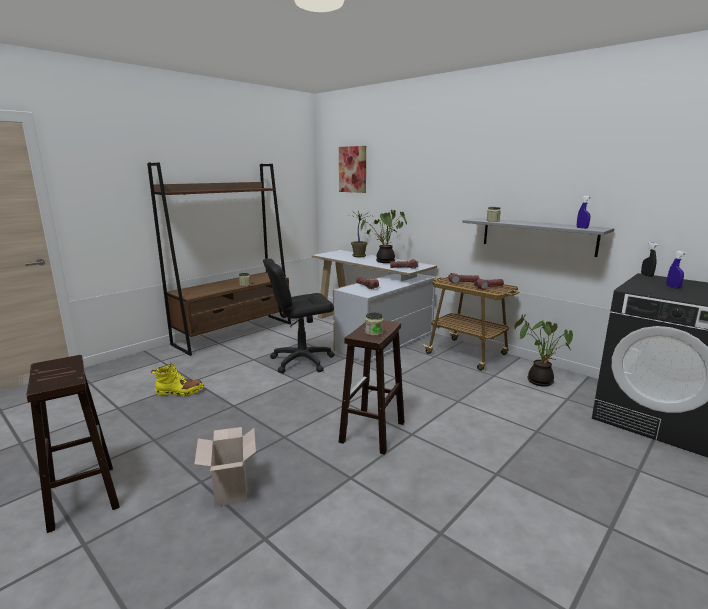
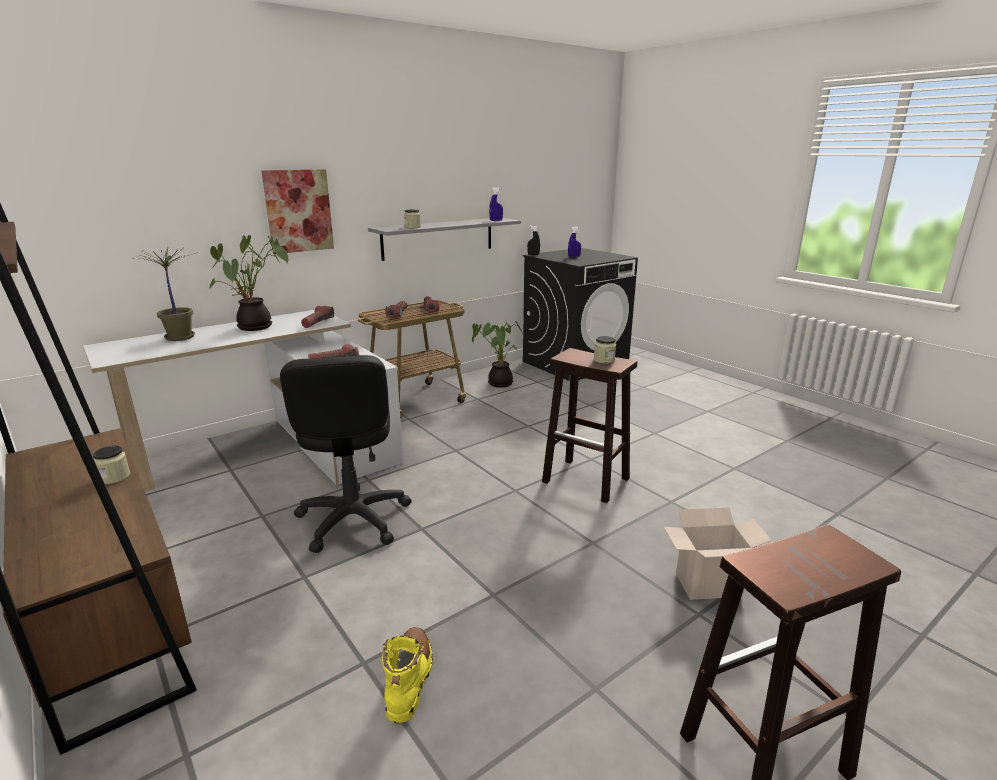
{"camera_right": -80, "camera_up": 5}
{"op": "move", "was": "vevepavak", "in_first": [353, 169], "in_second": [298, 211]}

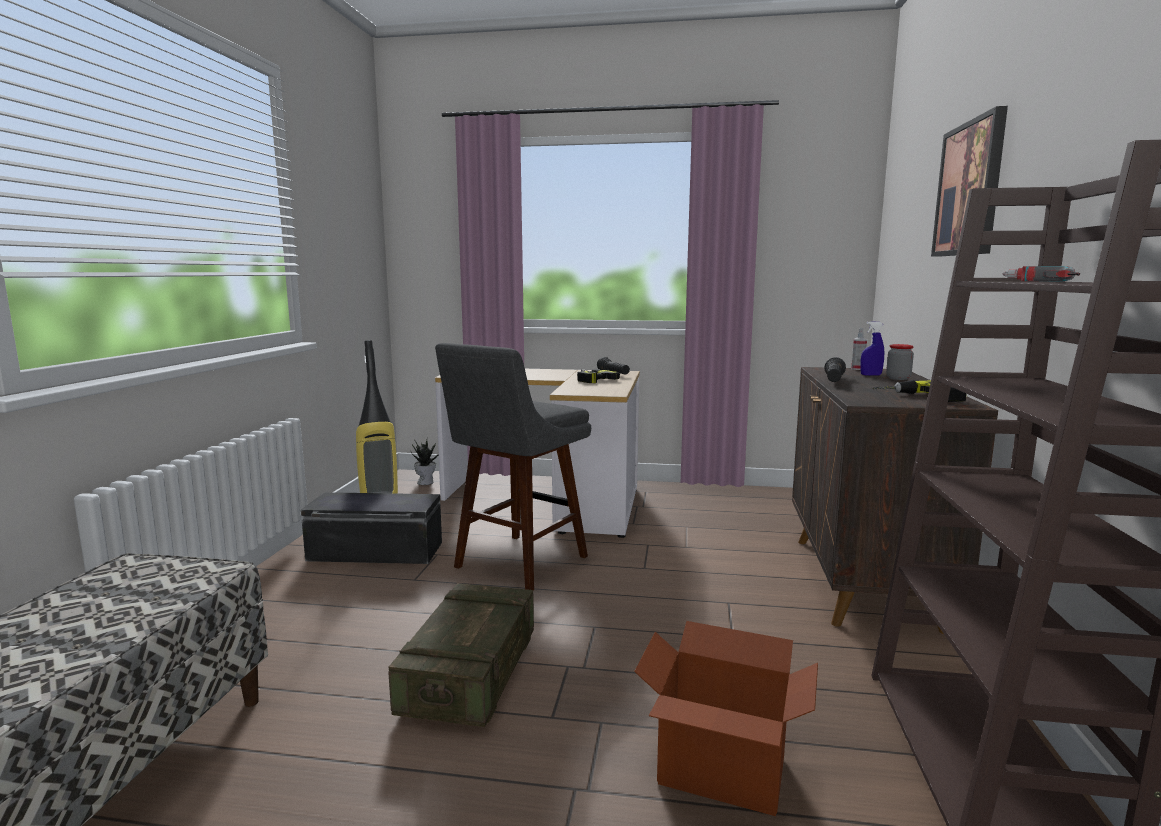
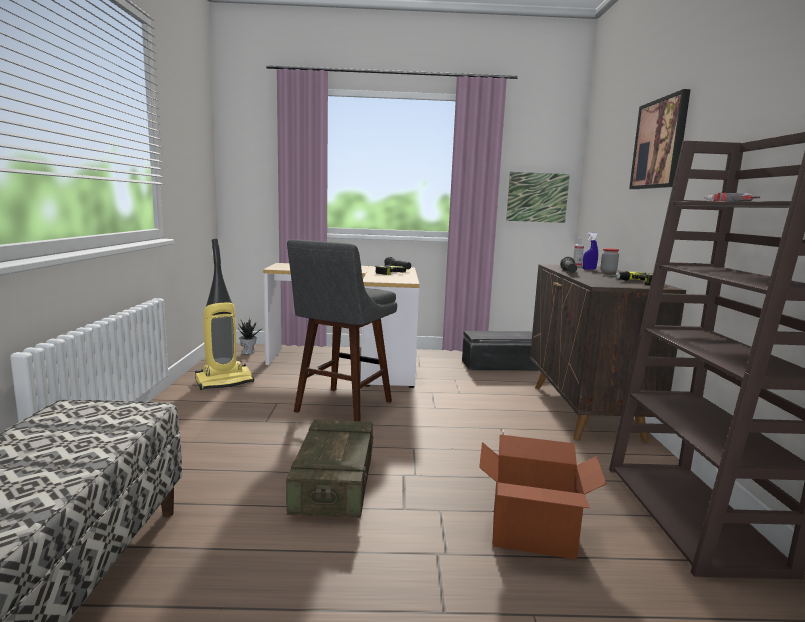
{"camera_right": -10, "camera_up": 0}
{"op": "move", "was": "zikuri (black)", "in_first": [375, 552], "in_second": [501, 365]}
{"op": "insert", "now": "vevepavak", "in_second": [537, 197]}

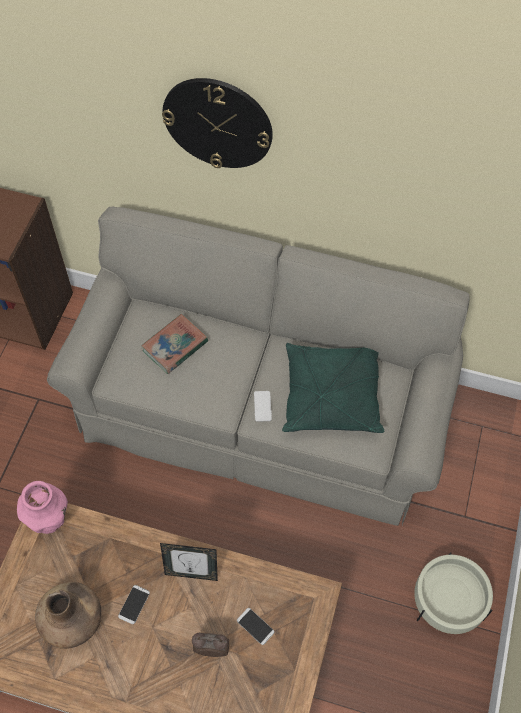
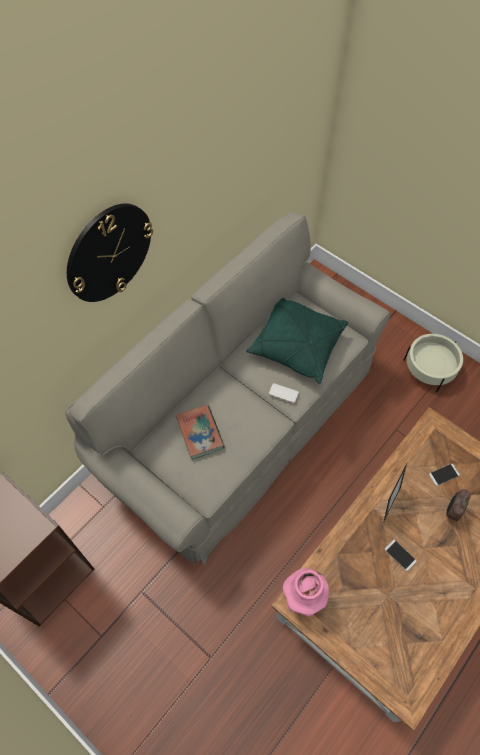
{"camera_right": -65, "camera_up": 0}
{"op": "delete", "was": "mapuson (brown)", "in_first": [73, 621]}

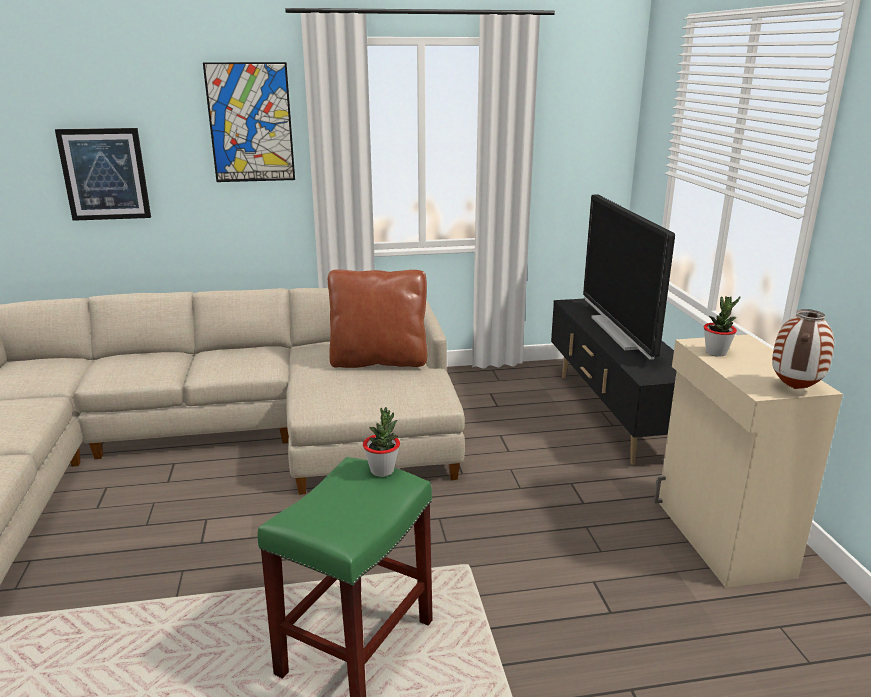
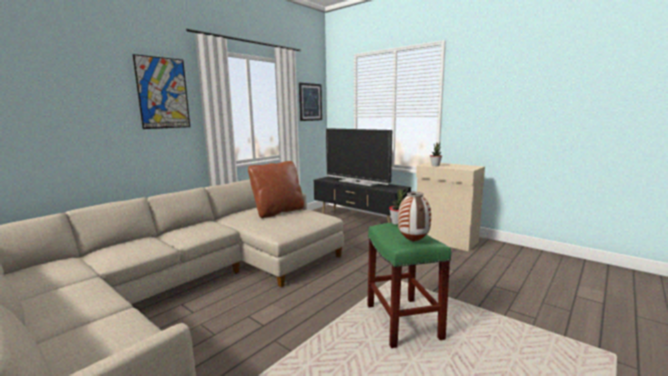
{"camera_right": -40, "camera_up": -10}
{"op": "move", "was": "vevepavak", "in_first": [105, 174], "in_second": [310, 102]}
{"op": "move", "was": "mapuson", "in_first": [794, 388], "in_second": [412, 241]}

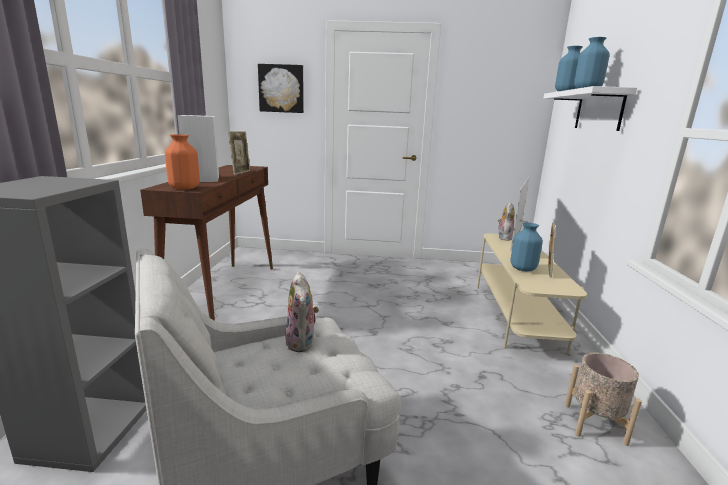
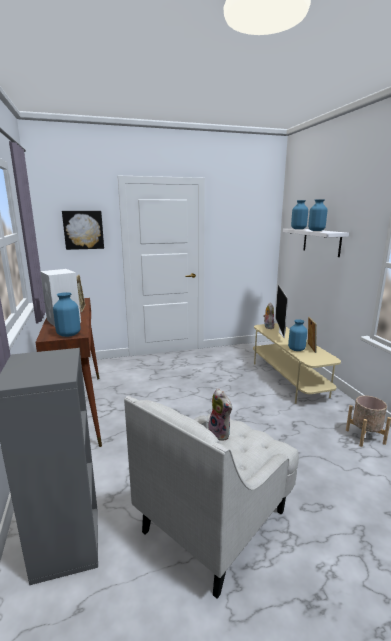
{"camera_right": -20, "camera_up": 0}
{"op": "recolor", "was": "mapuson (orange)", "now": "mapuson (blue)", "in_first": [184, 188], "in_second": [68, 334]}

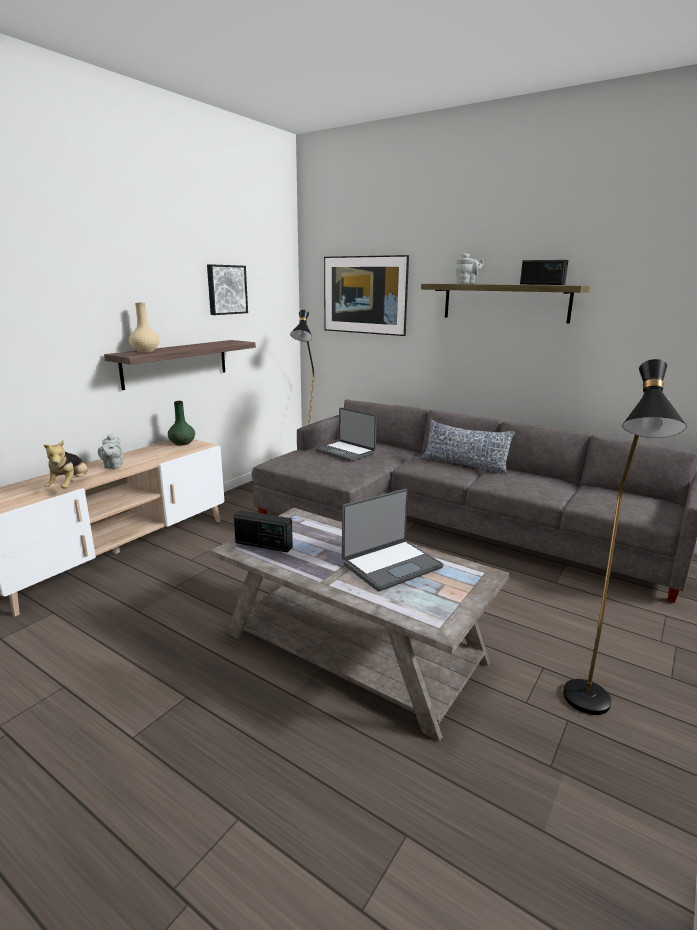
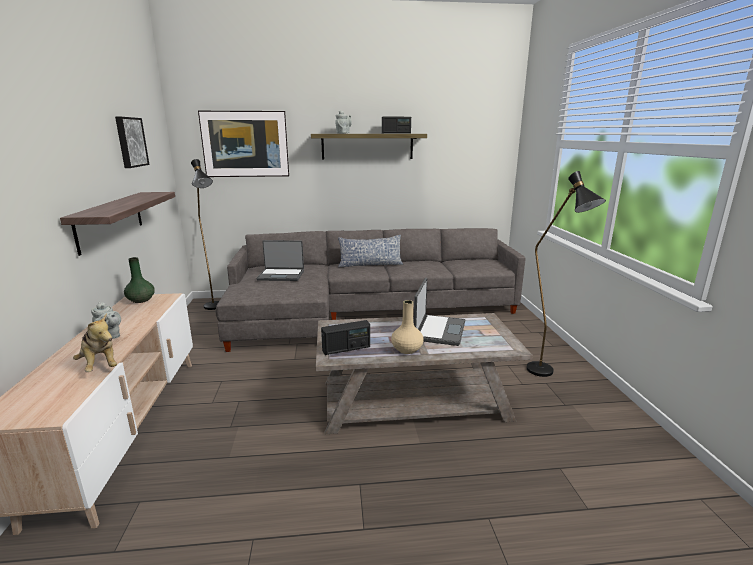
{"camera_right": -40, "camera_up": 0}
{"op": "move", "was": "mapuson (beige)", "in_first": [146, 351], "in_second": [407, 349]}

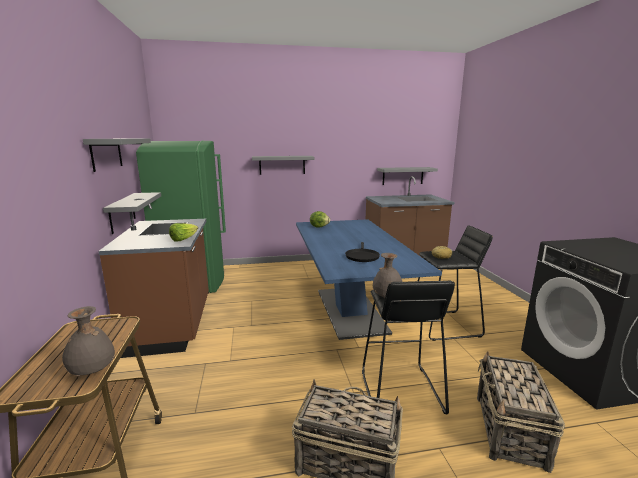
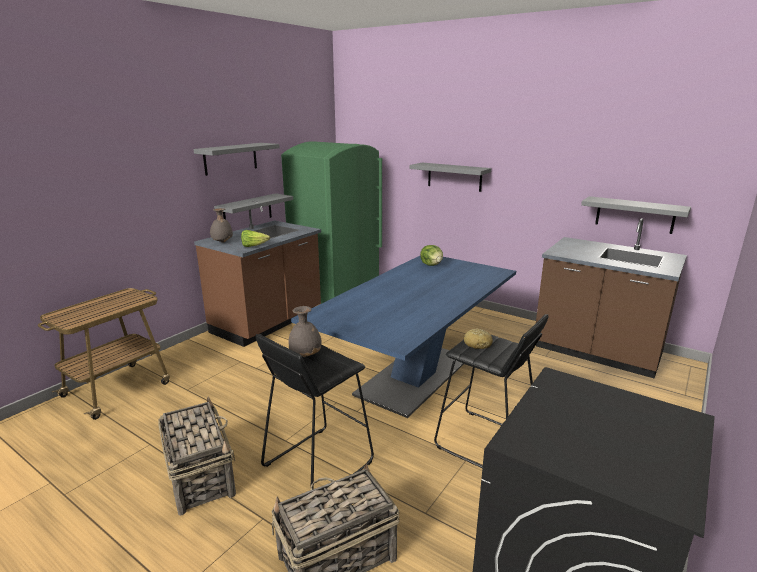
{"camera_right": 45, "camera_up": 5}
{"op": "move", "was": "mapuson (grey)", "in_first": [92, 372], "in_second": [222, 242]}
{"op": "delete", "was": "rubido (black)", "in_first": [362, 256]}

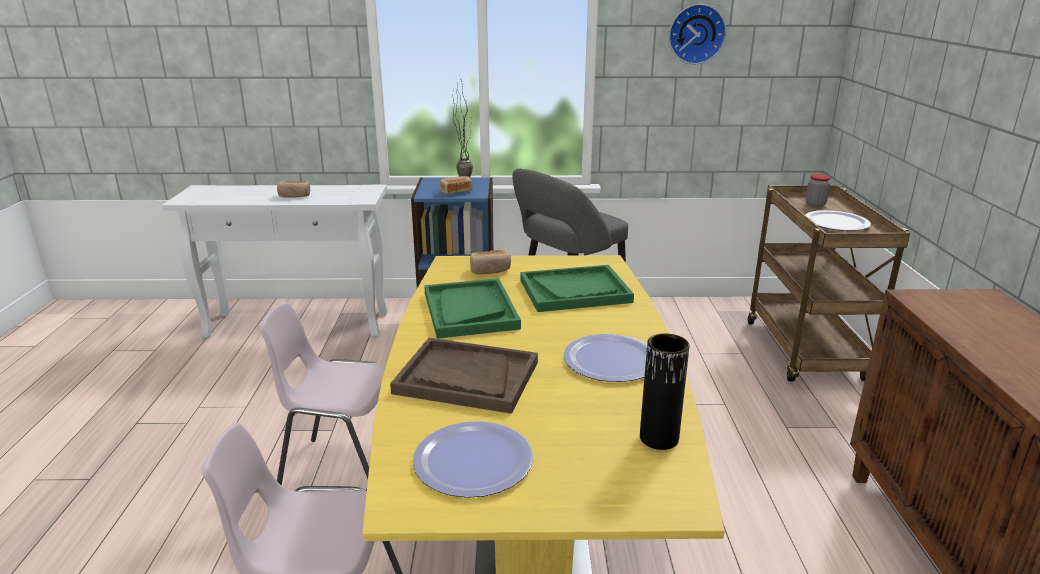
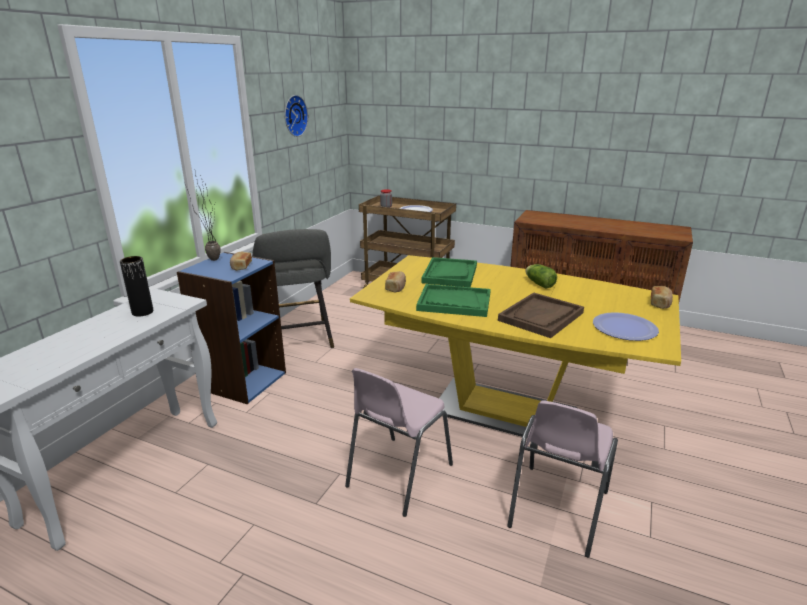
{"camera_right": -65, "camera_up": 0}
{"op": "move", "was": "mapuson (black)", "in_first": [659, 438], "in_second": [142, 312]}
{"op": "replace", "was": "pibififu", "now": "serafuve", "in_first": [610, 360], "in_second": [538, 283]}
{"op": "move", "was": "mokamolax", "in_first": [295, 195], "in_second": [660, 303]}

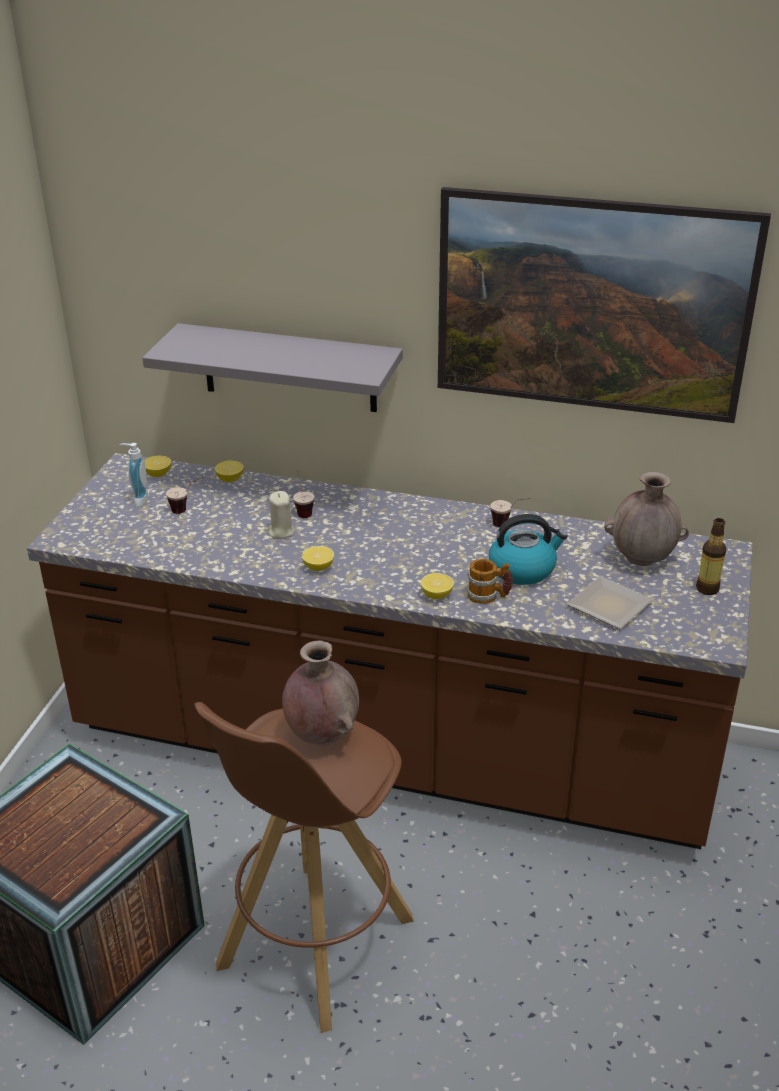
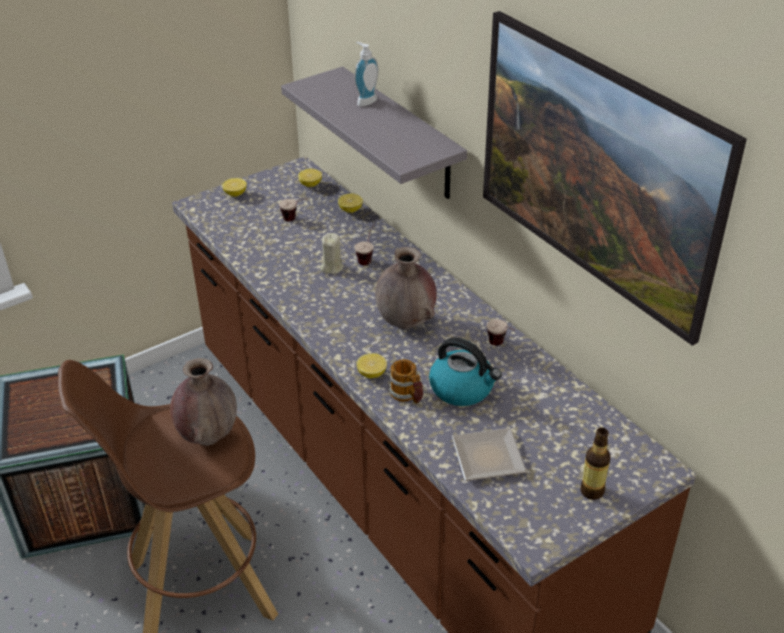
{"camera_right": 40, "camera_up": 5}
{"op": "move", "was": "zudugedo", "in_first": [318, 567], "in_second": [235, 194]}
{"op": "move", "was": "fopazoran", "in_first": [138, 500], "in_second": [365, 101]}
{"op": "move", "was": "mapuson (brown)", "in_first": [642, 559], "in_second": [406, 323]}

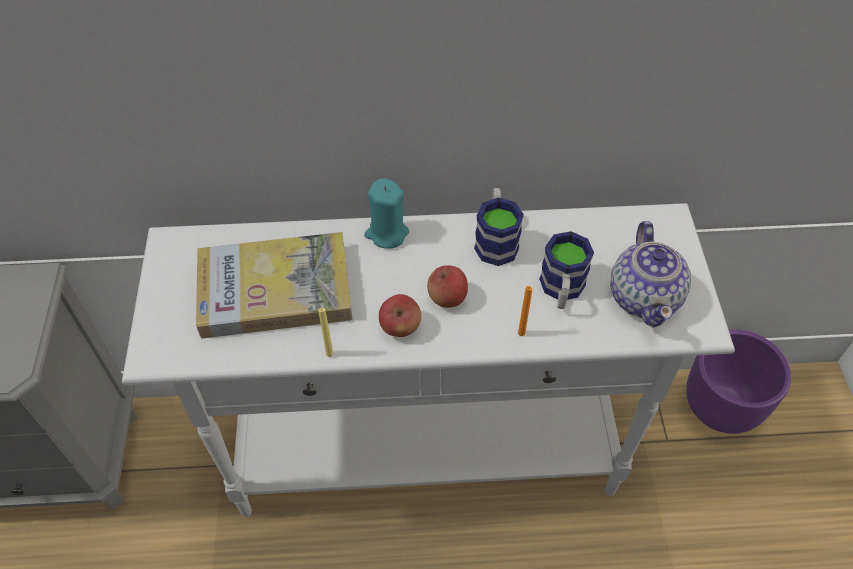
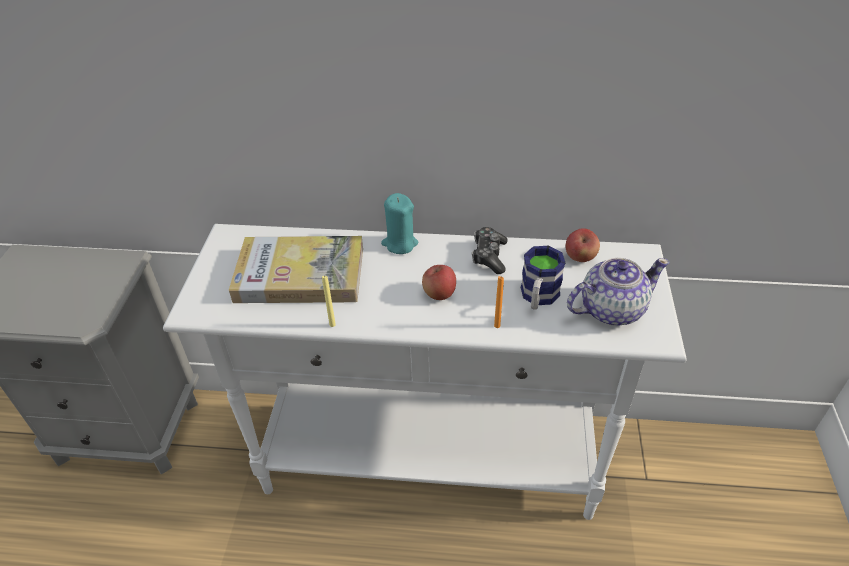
{"camera_right": 10, "camera_up": -10}
{"op": "replace", "was": "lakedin", "now": "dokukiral", "in_first": [495, 240], "in_second": [489, 256]}
{"op": "move", "was": "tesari", "in_first": [400, 327], "in_second": [580, 257]}
{"op": "rotate", "was": "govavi", "in_first": [644, 297], "in_second": [610, 309], "clockwise": -120}
{"op": "delete", "was": "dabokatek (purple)", "in_first": [718, 408]}

